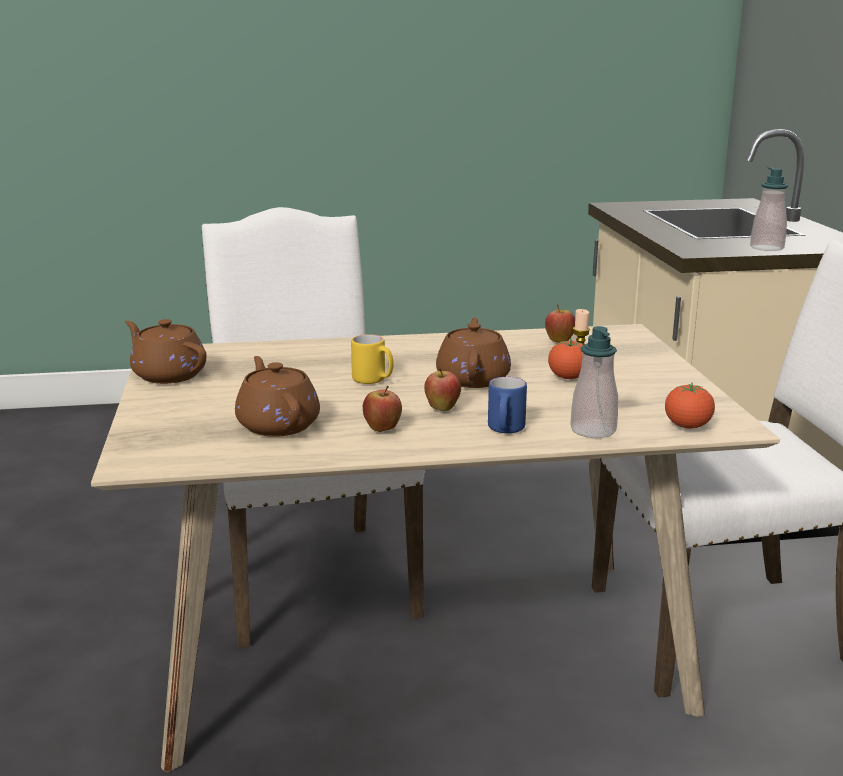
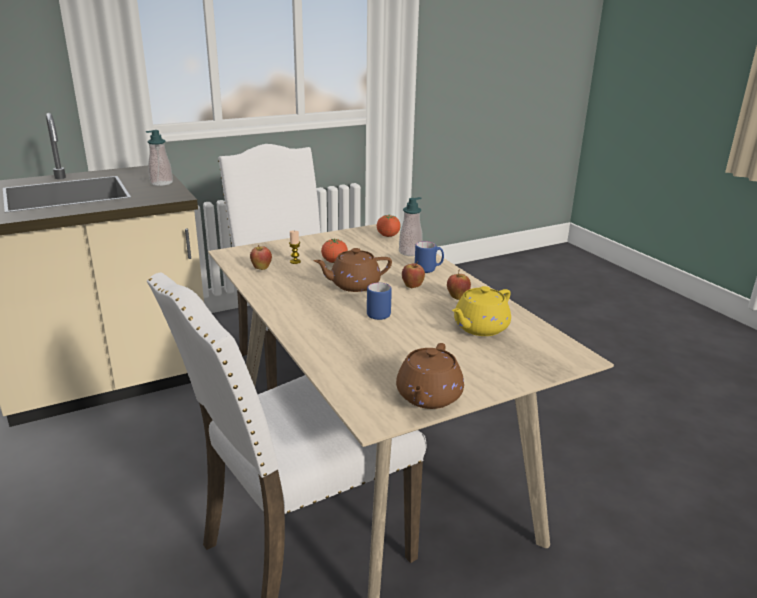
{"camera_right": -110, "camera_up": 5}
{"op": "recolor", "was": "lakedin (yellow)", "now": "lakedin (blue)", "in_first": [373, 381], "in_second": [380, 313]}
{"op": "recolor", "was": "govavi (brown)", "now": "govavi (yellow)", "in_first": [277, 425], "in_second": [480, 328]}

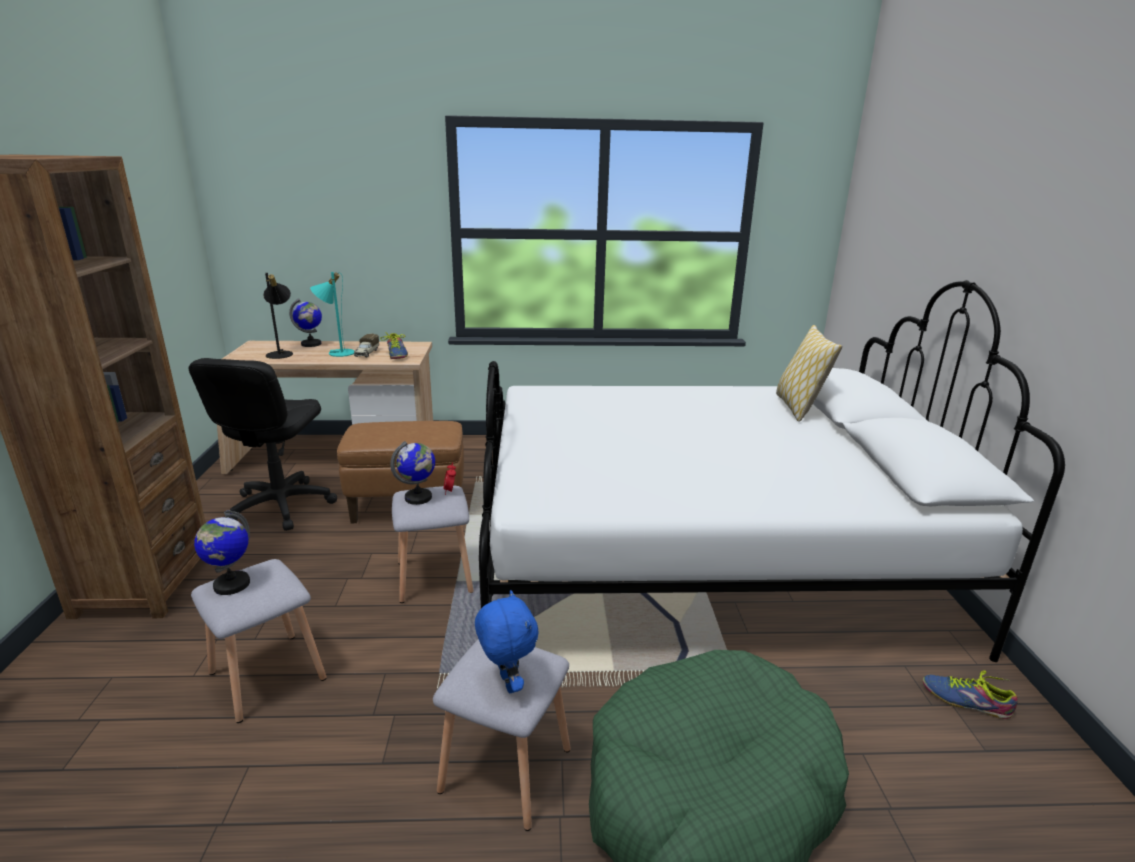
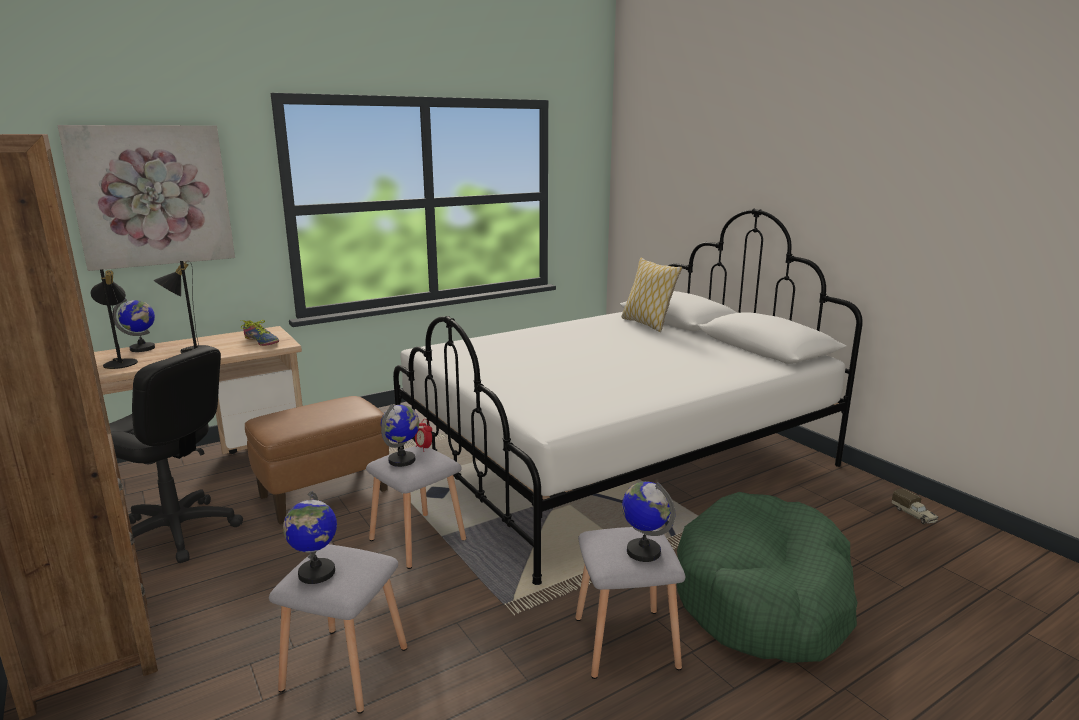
{"camera_right": -30, "camera_up": -5}
{"op": "insert", "now": "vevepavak", "in_second": [152, 196]}
{"op": "rotate", "was": "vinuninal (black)", "in_first": [280, 506], "in_second": [175, 533], "clockwise": -45}
{"op": "recolor", "was": "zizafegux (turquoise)", "now": "zizafegux (black)", "in_first": [337, 352], "in_second": [189, 350]}
{"op": "replace", "was": "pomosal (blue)", "now": "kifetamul", "in_first": [506, 683], "in_second": [643, 551]}
{"op": "move", "was": "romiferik", "in_first": [366, 353], "in_second": [914, 515]}
{"op": "delete", "was": "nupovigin", "in_first": [966, 701]}

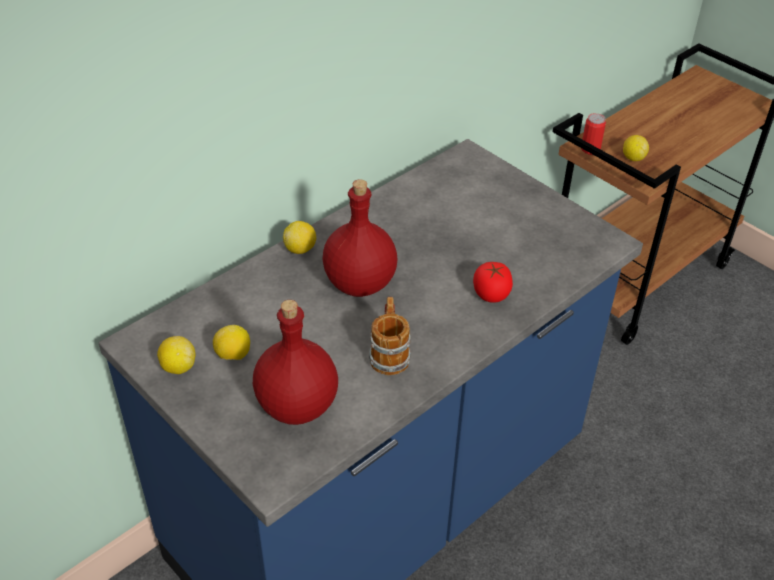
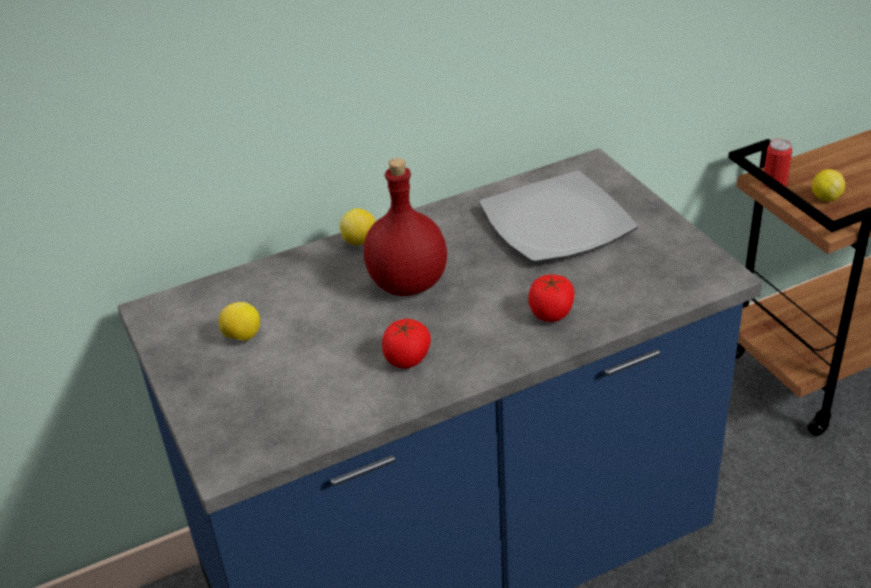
{"camera_right": 20, "camera_up": -5}
{"op": "replace", "was": "lakedin", "now": "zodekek", "in_first": [389, 353], "in_second": [407, 359]}
{"op": "insert", "now": "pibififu", "in_second": [557, 222]}
{"op": "delete", "was": "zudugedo", "in_first": [178, 367]}
{"op": "delete", "was": "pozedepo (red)", "in_first": [296, 406]}

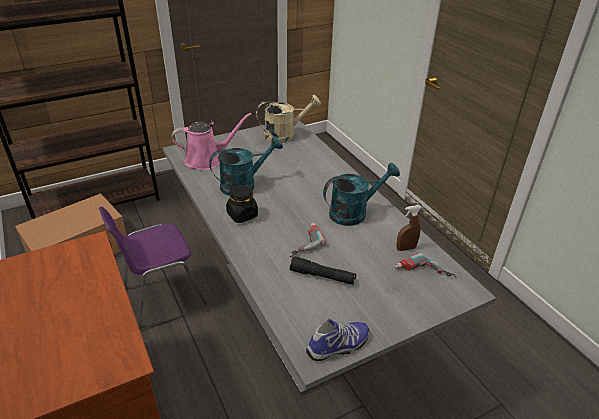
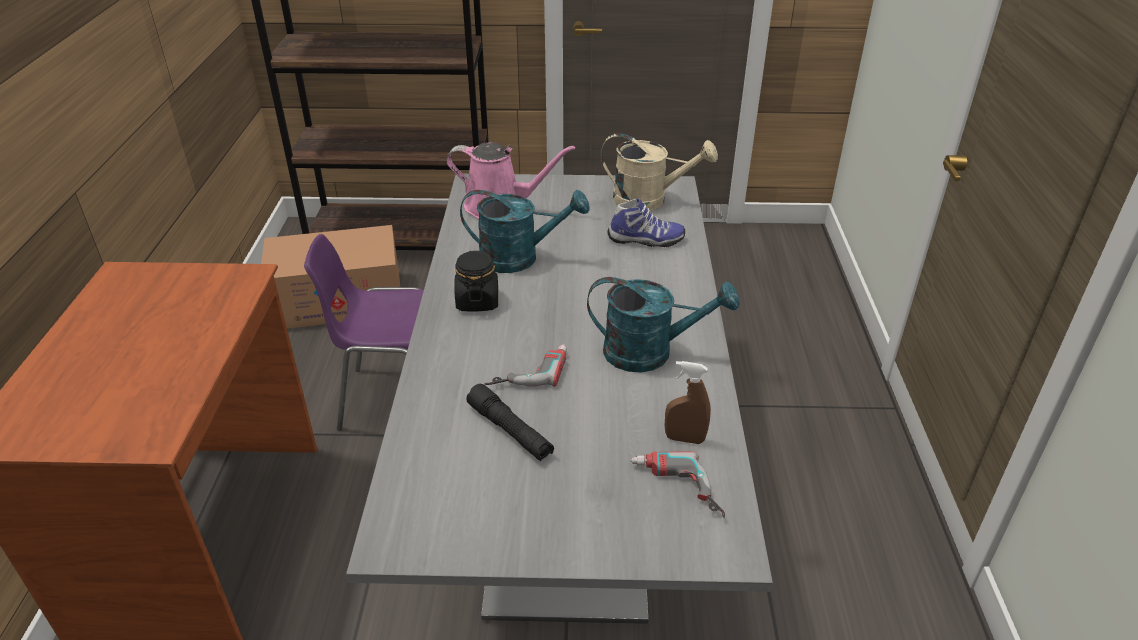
{"camera_right": 30, "camera_up": 0}
{"op": "move", "was": "nupovigin", "in_first": [338, 346], "in_second": [645, 240]}

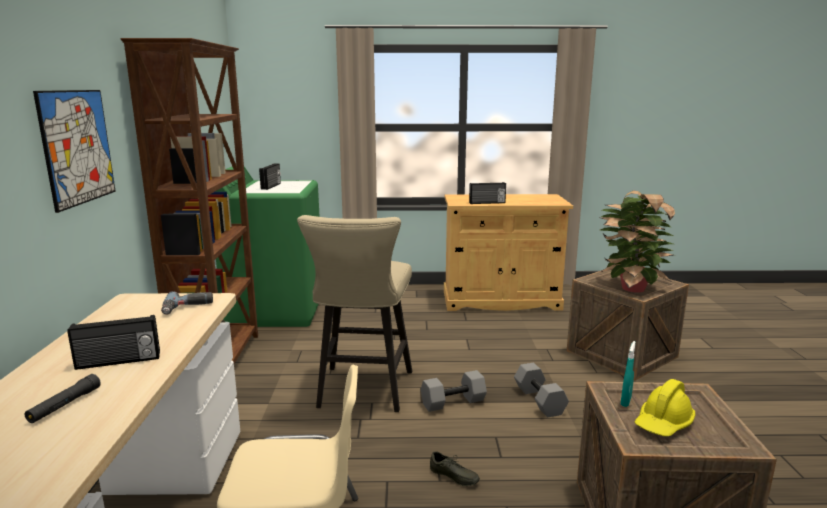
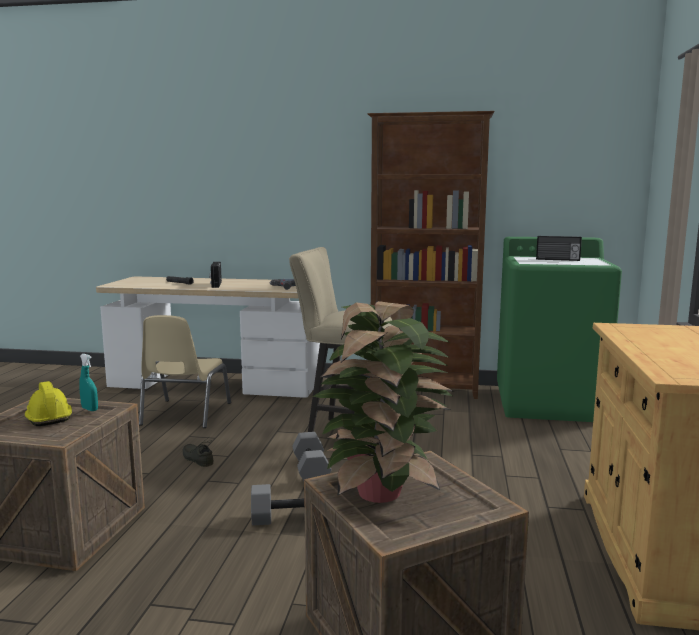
{"camera_right": 100, "camera_up": -5}
{"op": "rotate", "was": "nupovigin (grey)", "in_first": [453, 477], "in_second": [199, 459], "clockwise": 90}
{"op": "delete", "was": "vevepavak", "in_first": [77, 147]}
{"op": "delete", "was": "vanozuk", "in_first": [487, 203]}

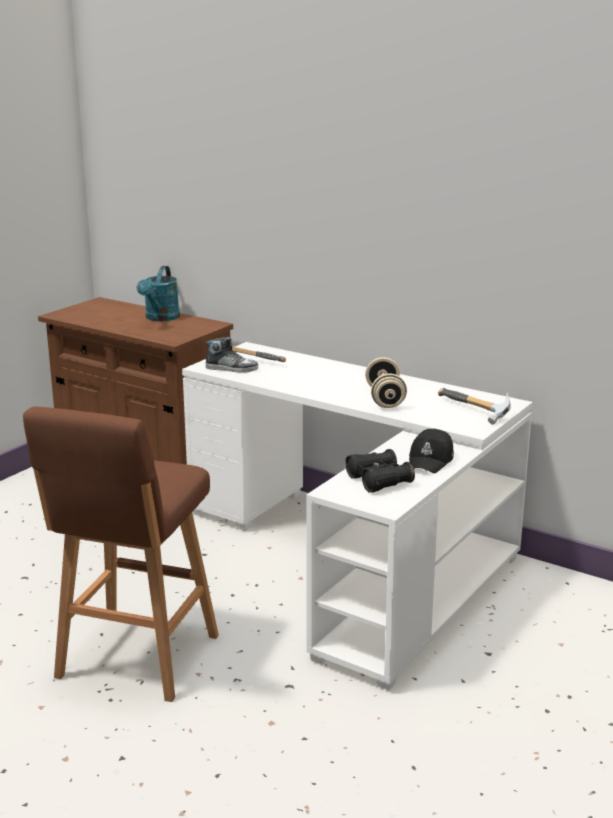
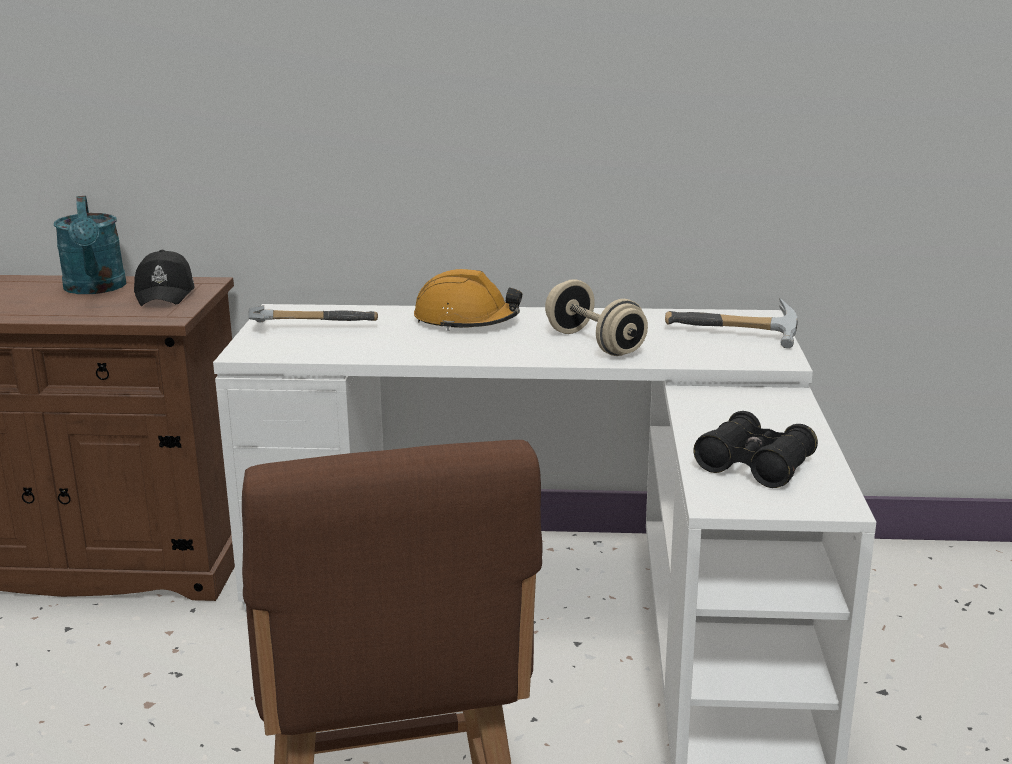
{"camera_right": -30, "camera_up": 0}
{"op": "move", "was": "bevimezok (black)", "in_first": [431, 460], "in_second": [166, 293]}
{"op": "insert", "now": "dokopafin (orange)", "in_second": [466, 321]}
{"op": "delete", "was": "nupovigin", "in_first": [231, 368]}

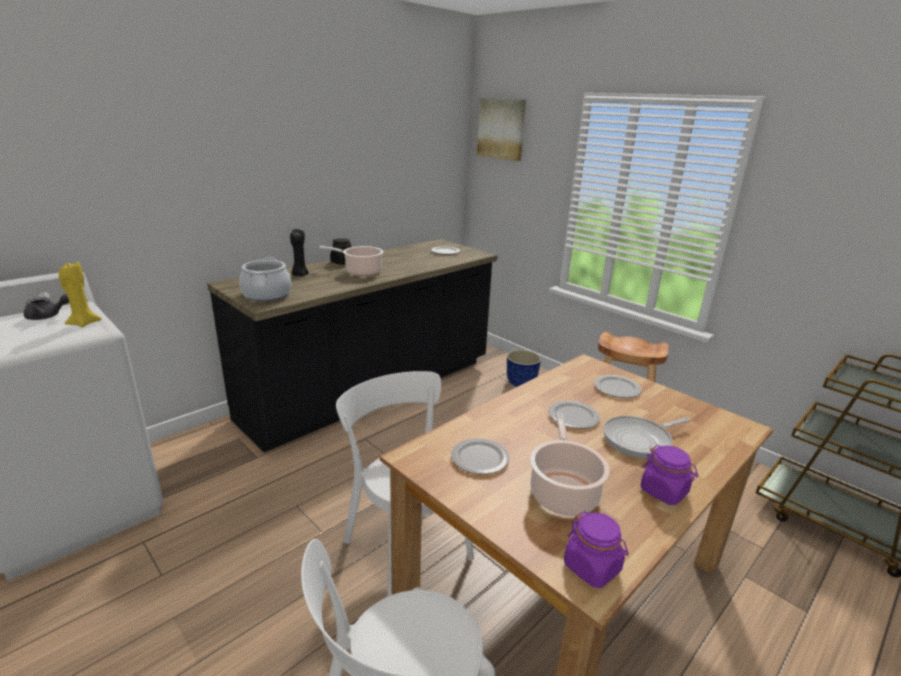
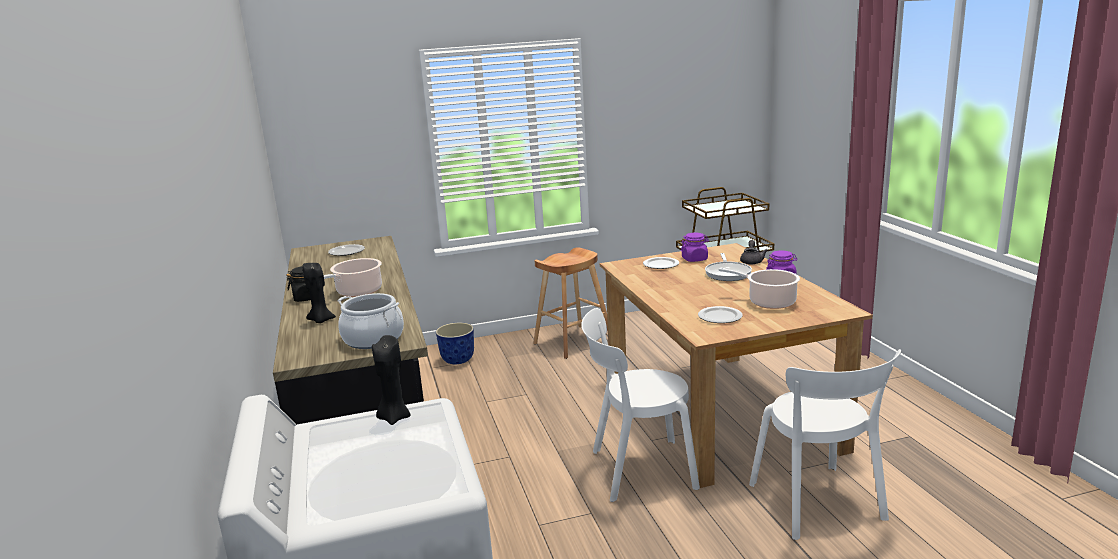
{"camera_right": -60, "camera_up": -5}
{"op": "recolor", "was": "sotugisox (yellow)", "now": "sotugisox (black)", "in_first": [84, 323], "in_second": [394, 417]}
{"op": "move", "was": "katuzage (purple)", "in_first": [592, 567], "in_second": [694, 259]}
{"op": "move", "was": "govavi (grey)", "in_first": [48, 316], "in_second": [752, 261]}
{"op": "delete", "was": "vevepavak", "in_first": [501, 129]}
{"op": "delete", "was": "pibififu", "in_first": [574, 417]}

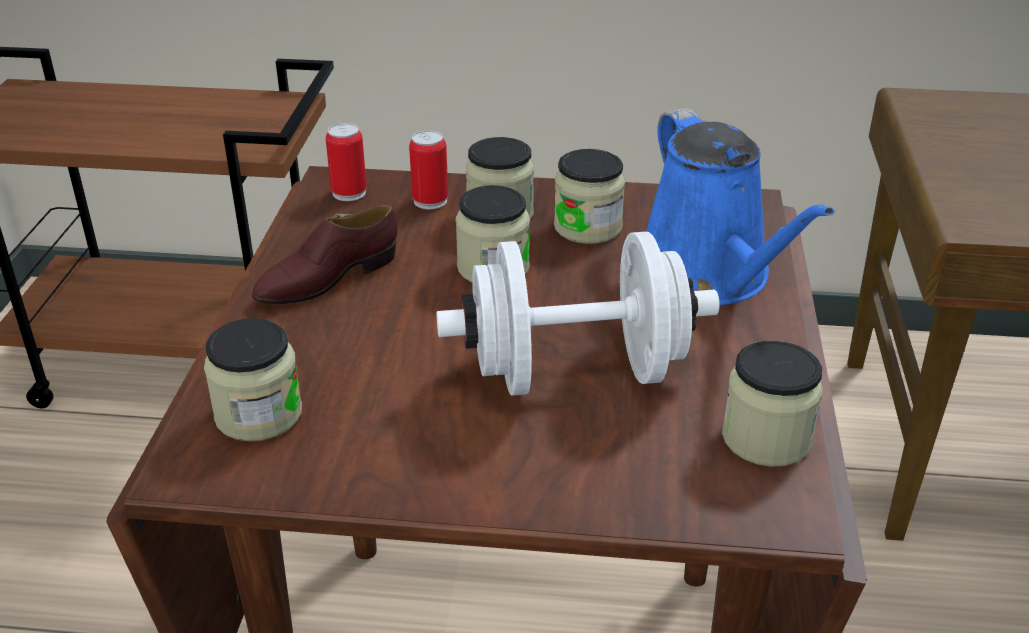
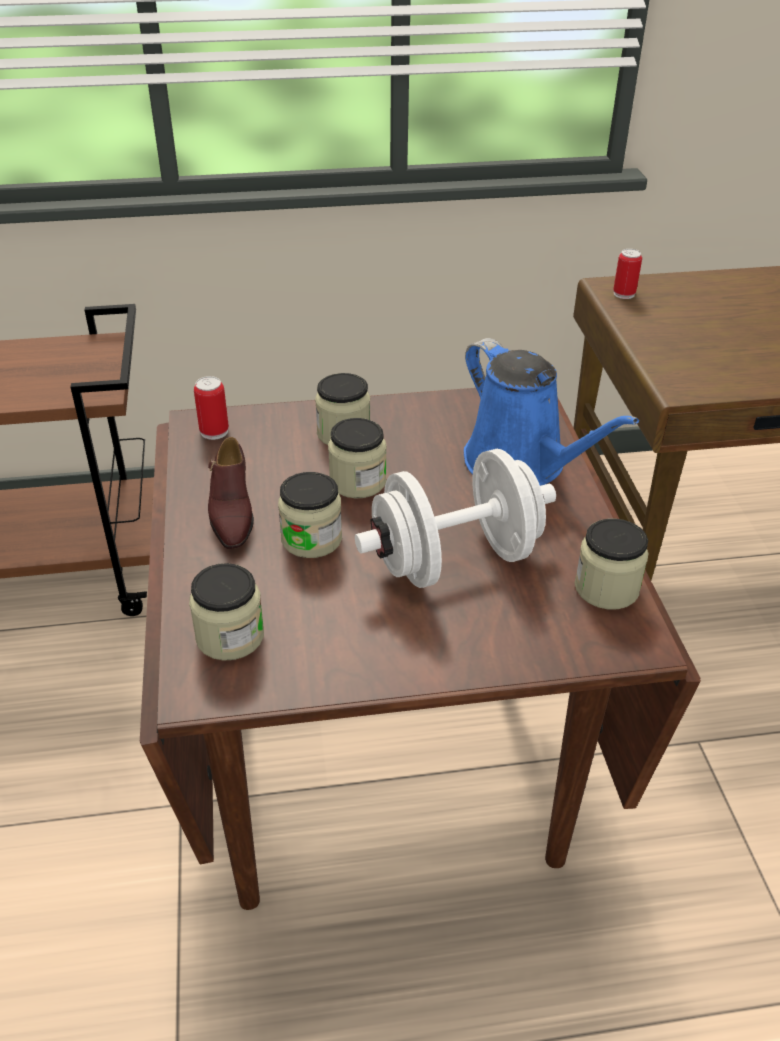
{"camera_right": -15, "camera_up": 5}
{"op": "rotate", "was": "nupovigin (brown)", "in_first": [327, 278], "in_second": [231, 511], "clockwise": -45}
{"op": "move", "was": "katuzage", "in_first": [587, 227], "in_second": [311, 539]}
{"op": "move", "was": "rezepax", "in_first": [430, 201], "in_second": [624, 294]}

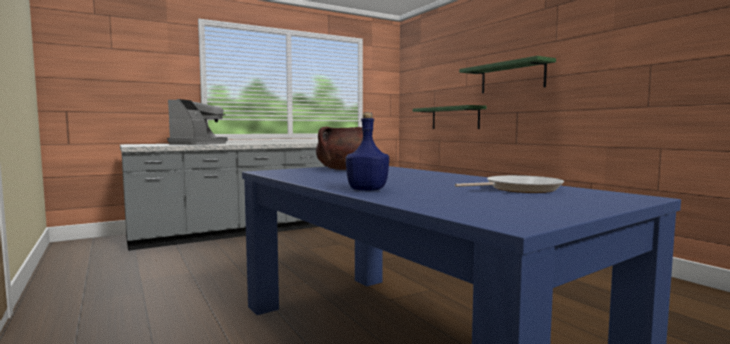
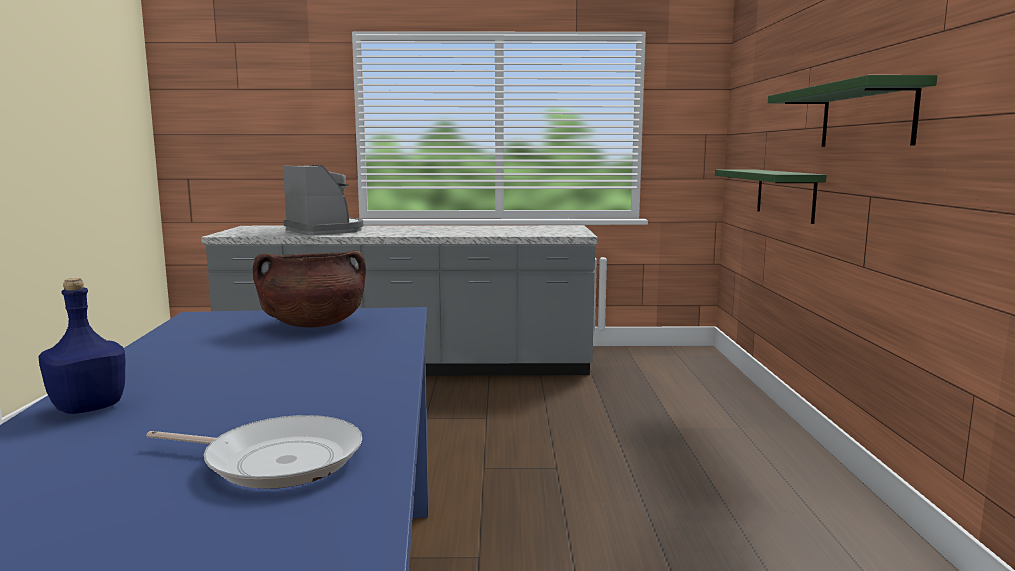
{"camera_right": 30, "camera_up": 5}
{"op": "rotate", "was": "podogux", "in_first": [200, 144], "in_second": [325, 230], "clockwise": -75}

